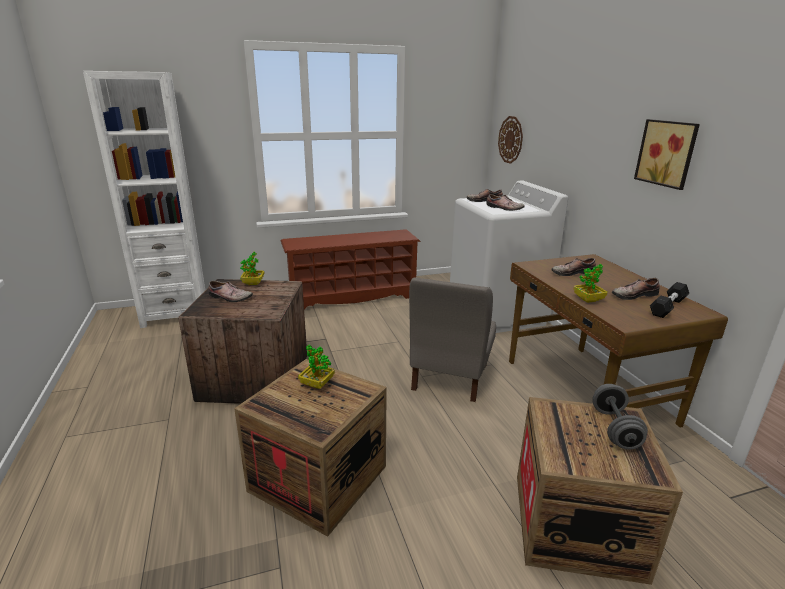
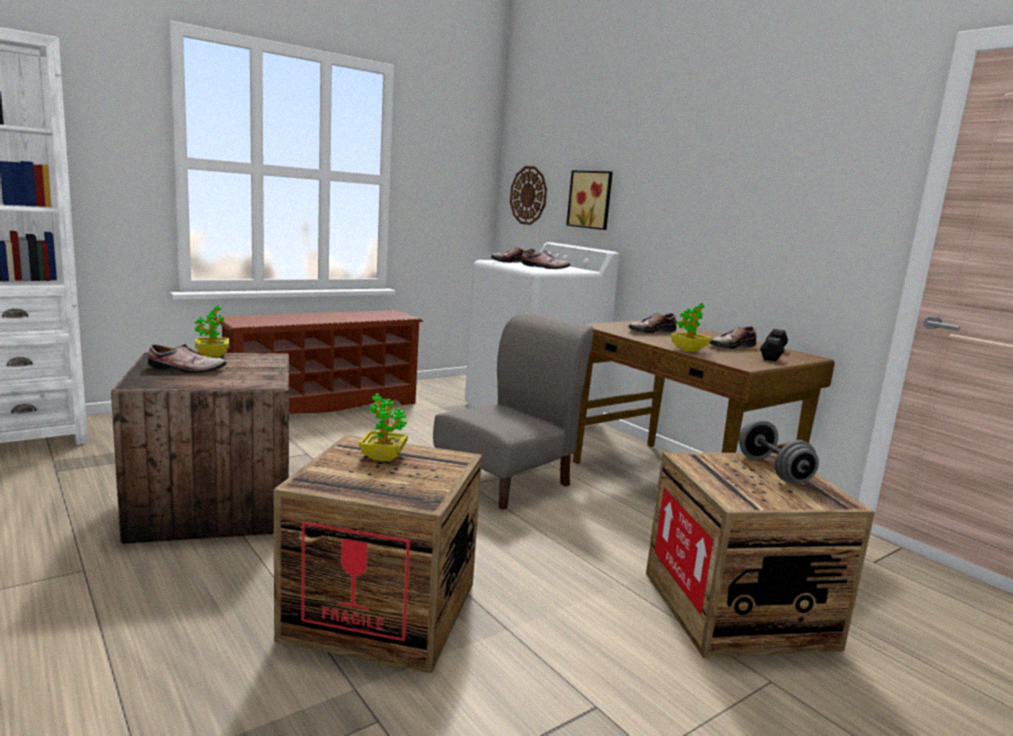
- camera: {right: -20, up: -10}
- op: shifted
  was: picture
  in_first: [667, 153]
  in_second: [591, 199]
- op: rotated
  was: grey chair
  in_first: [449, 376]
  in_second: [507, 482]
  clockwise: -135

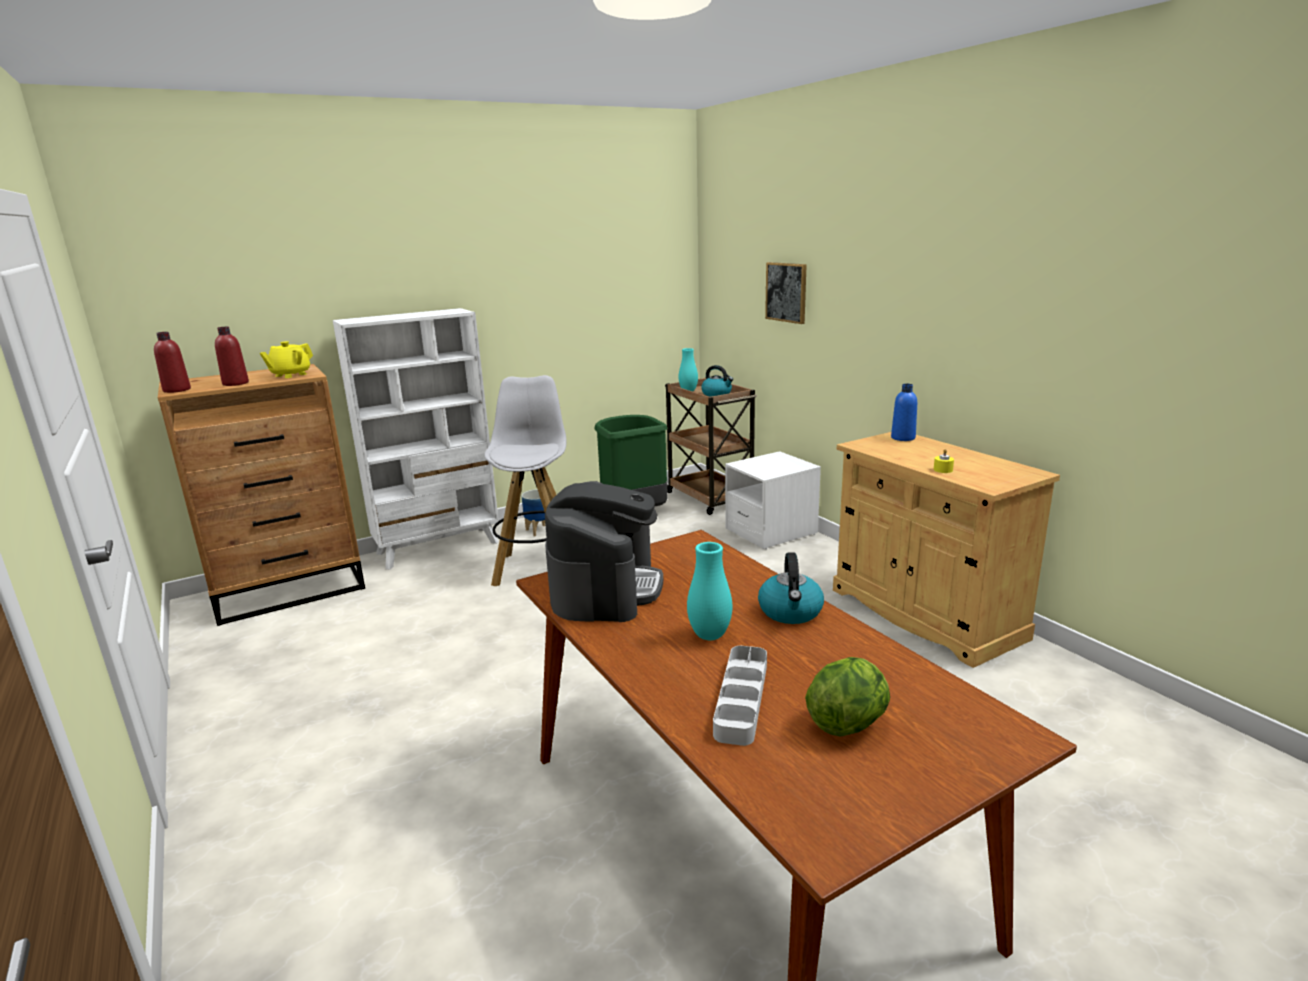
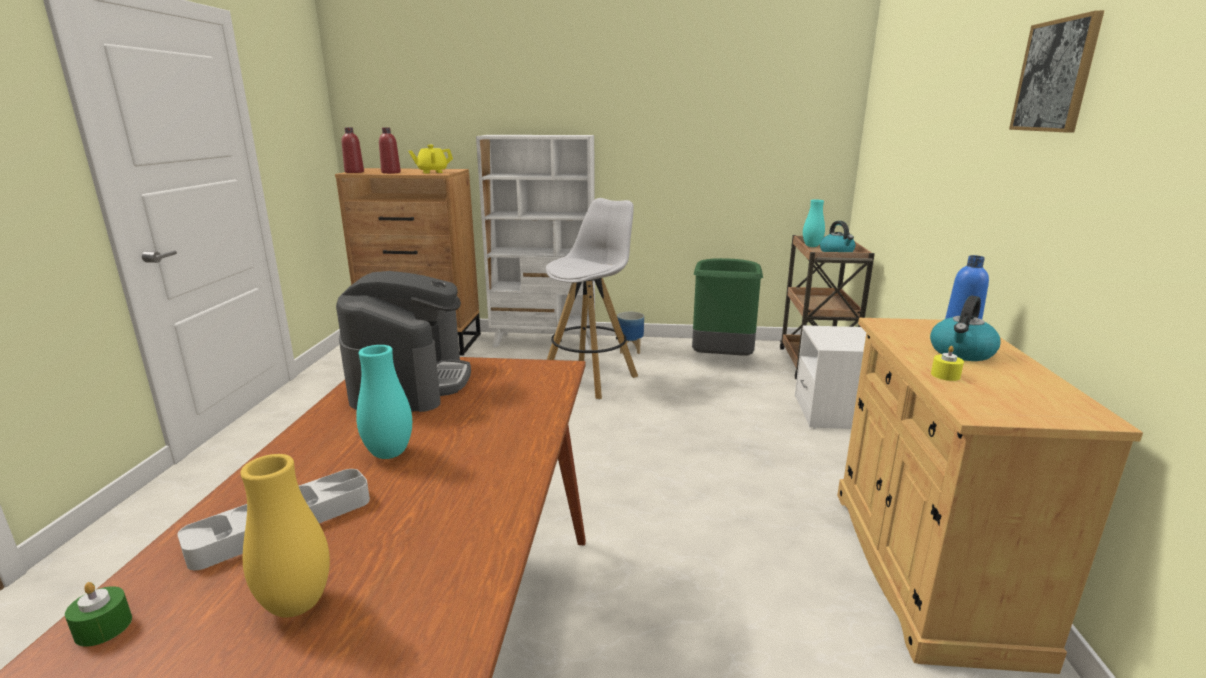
- camera: {right: 35, up: 0}
- op: new
  now: green candle
  in_second: [103, 627]
- op: shifted
  was: kettle
  in_first: [791, 612]
  in_second: [961, 353]
- op: shifted
  was: picture
  in_first: [786, 292]
  in_second: [1055, 76]
- op: swapped
  was: lettuce
  now: yellow vase
  in_first: [848, 723]
  in_second: [297, 605]
- op: rotated
  was: coffee machine
  in_first: [605, 588]
  in_second: [410, 382]
  clockwise: -45

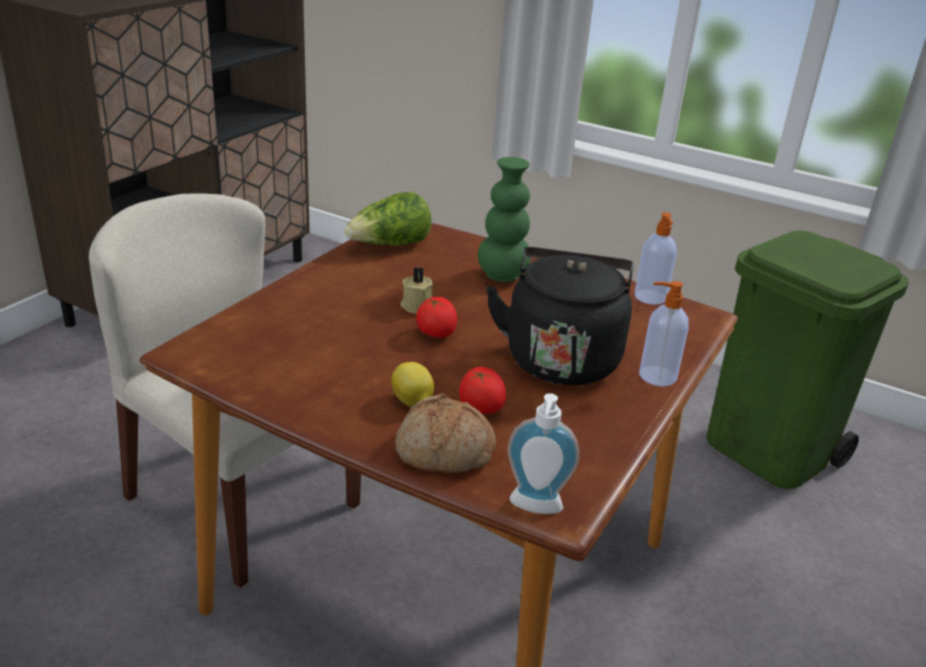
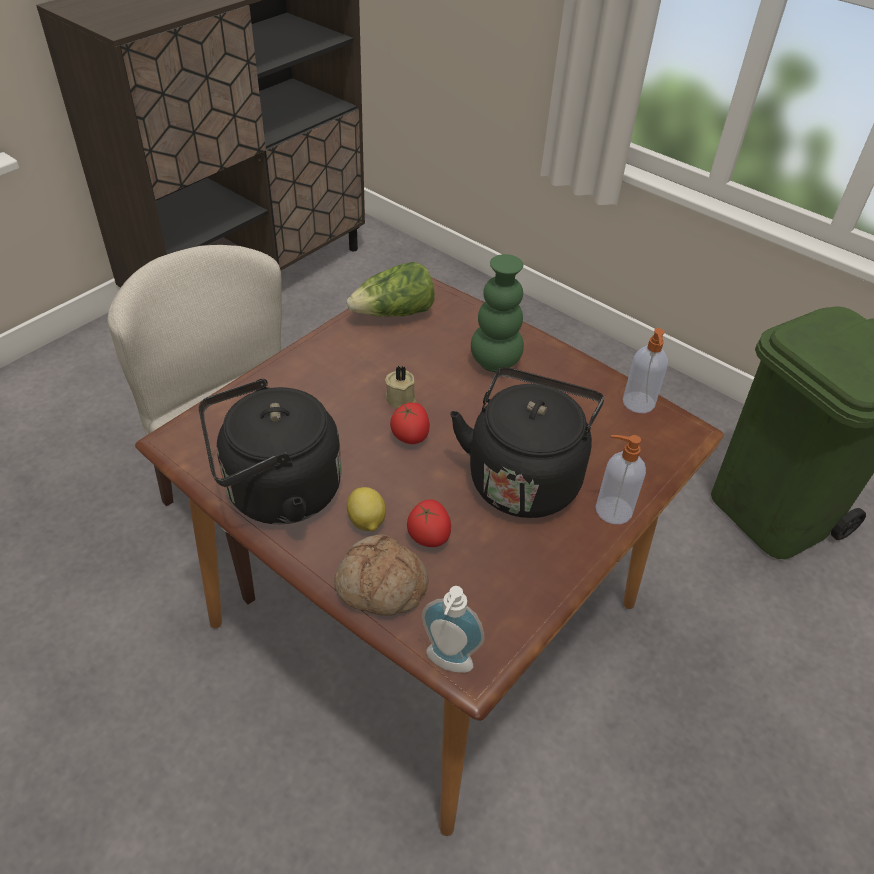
- camera: {right: 10, up: 15}
- op: new
  now: black kettle
  in_second: [276, 493]

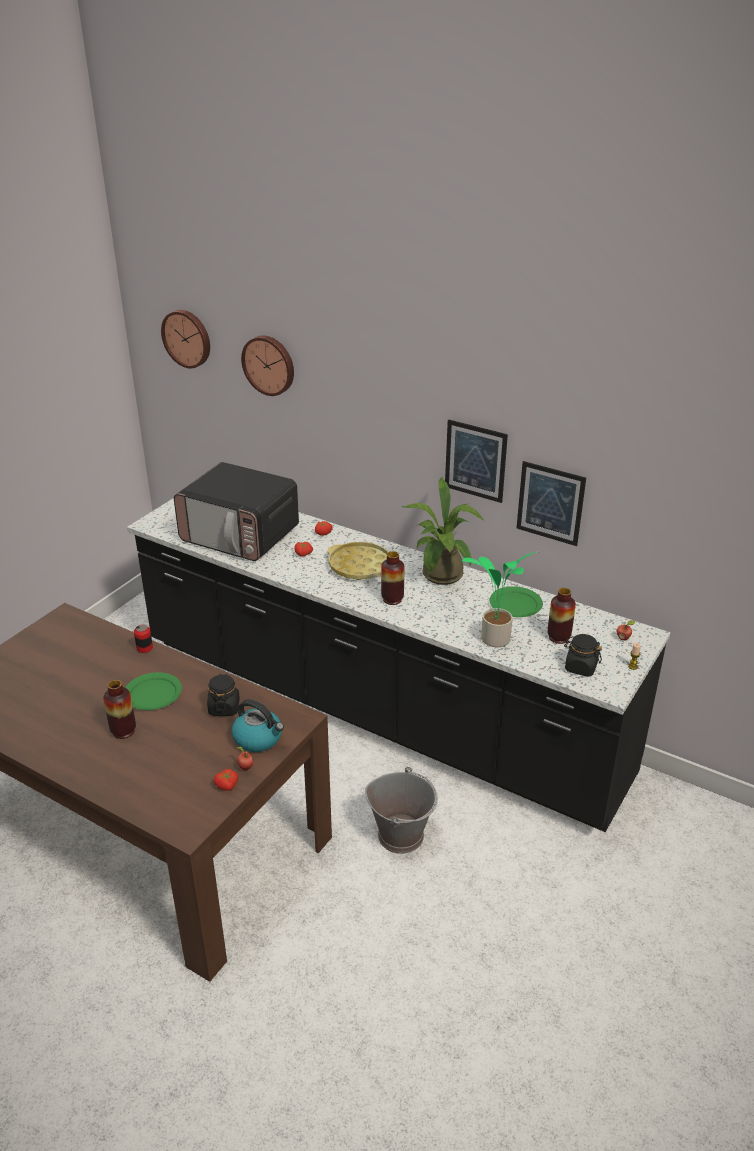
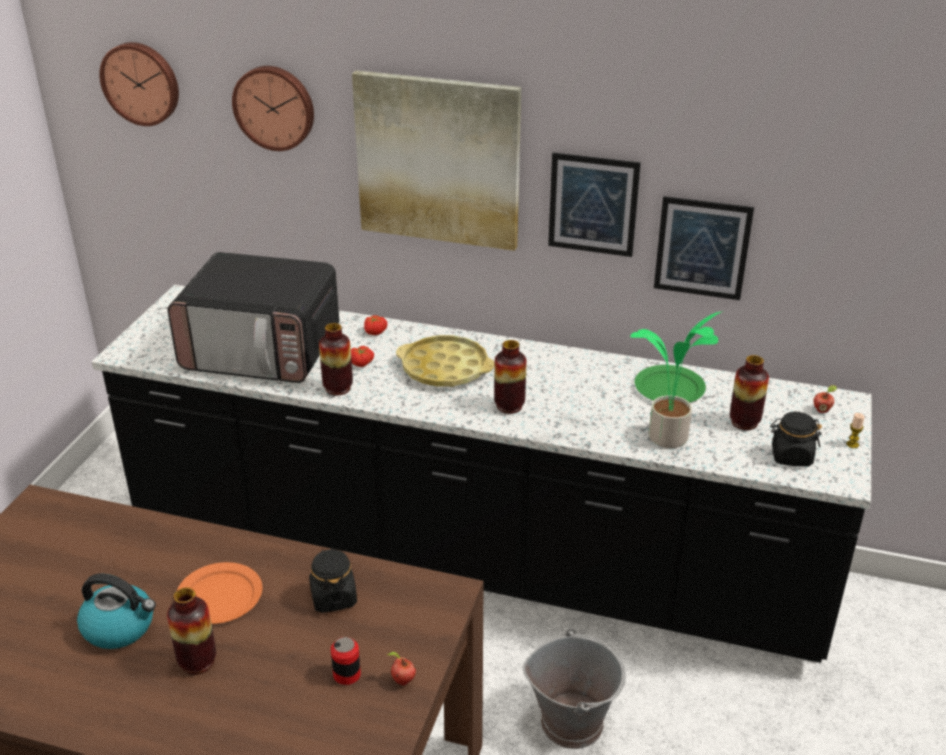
- camera: {right: -15, up: 0}
- op: gone
  was: tomato
  in_first: [227, 786]
- op: gone
  was: potted plant
  in_first: [441, 578]
- op: new
  now: vase
  in_second: [338, 388]
- op: new
  now: picture
  in_second: [438, 160]
- op: shifted
  was: can
  in_first: [144, 648]
  in_second: [347, 675]
- op: shifted
  was: kettle
  in_first: [259, 738]
  in_second: [120, 627]
- op: repainted
  was: green plate
  now: orange plate
  in_first: [153, 694]
  in_second: [220, 597]

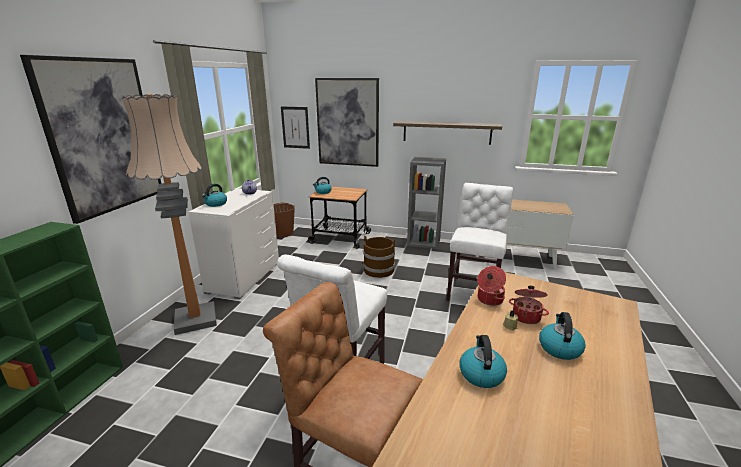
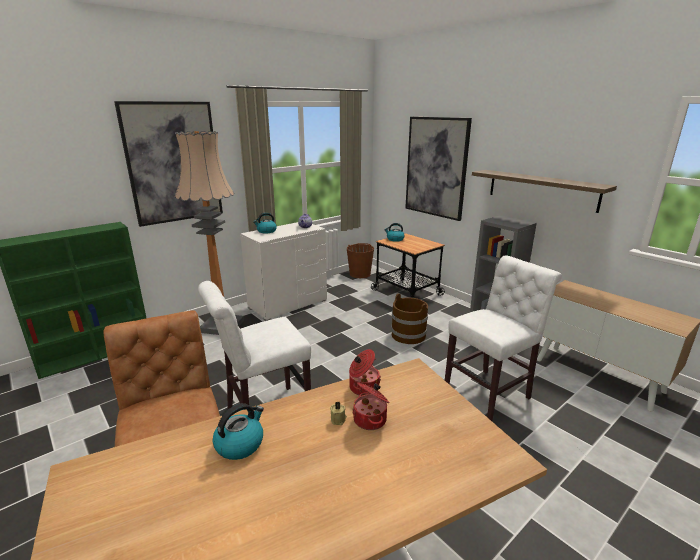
- camera: {right: 35, up: 0}
- op: gone
  was: picture
  in_first: [295, 127]
- op: gone
  was: kettle
  in_first: [559, 348]

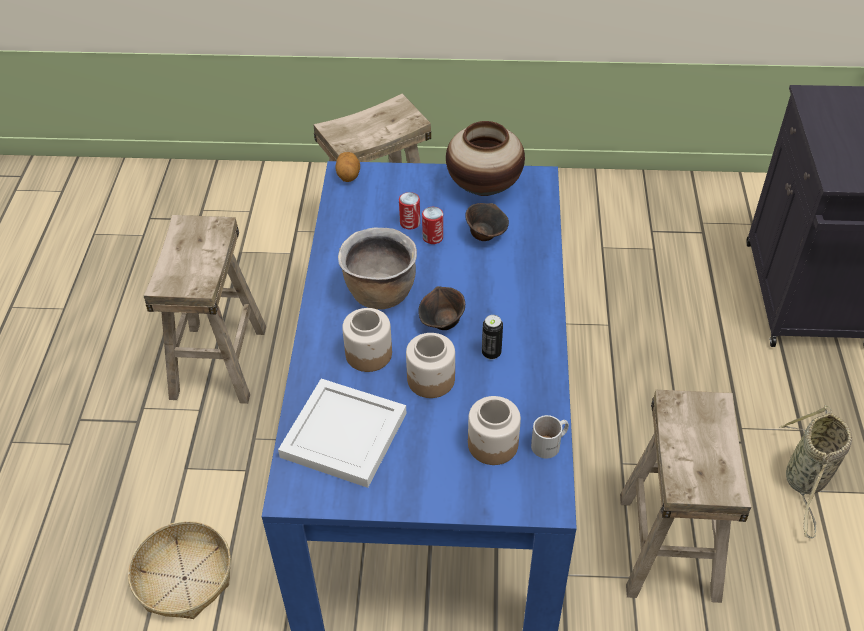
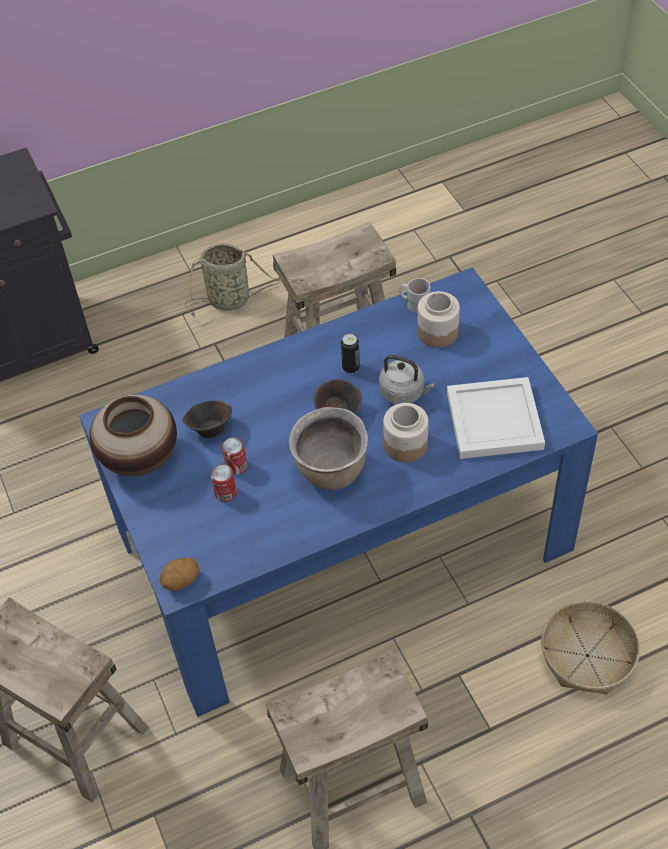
- camera: {right: -115, up: 5}
- op: swapped
  was: jar
  now: grey kettle
  in_first: [431, 380]
  in_second: [404, 393]

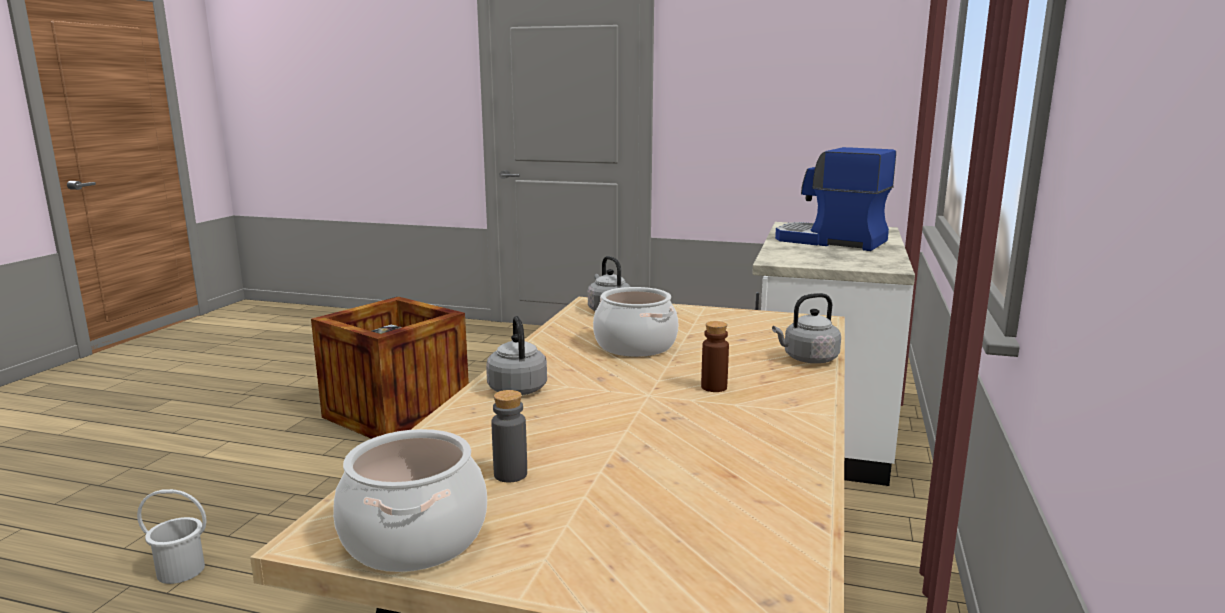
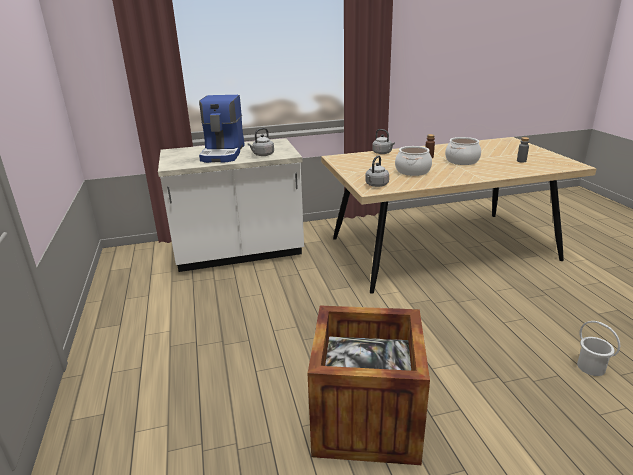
- camera: {right: -120, up: 10}
- op: shifted
  was: cooking pot
  in_first: [414, 537]
  in_second: [462, 161]
- op: shifted
  was: grey kettle
  in_first: [517, 388]
  in_second: [262, 155]

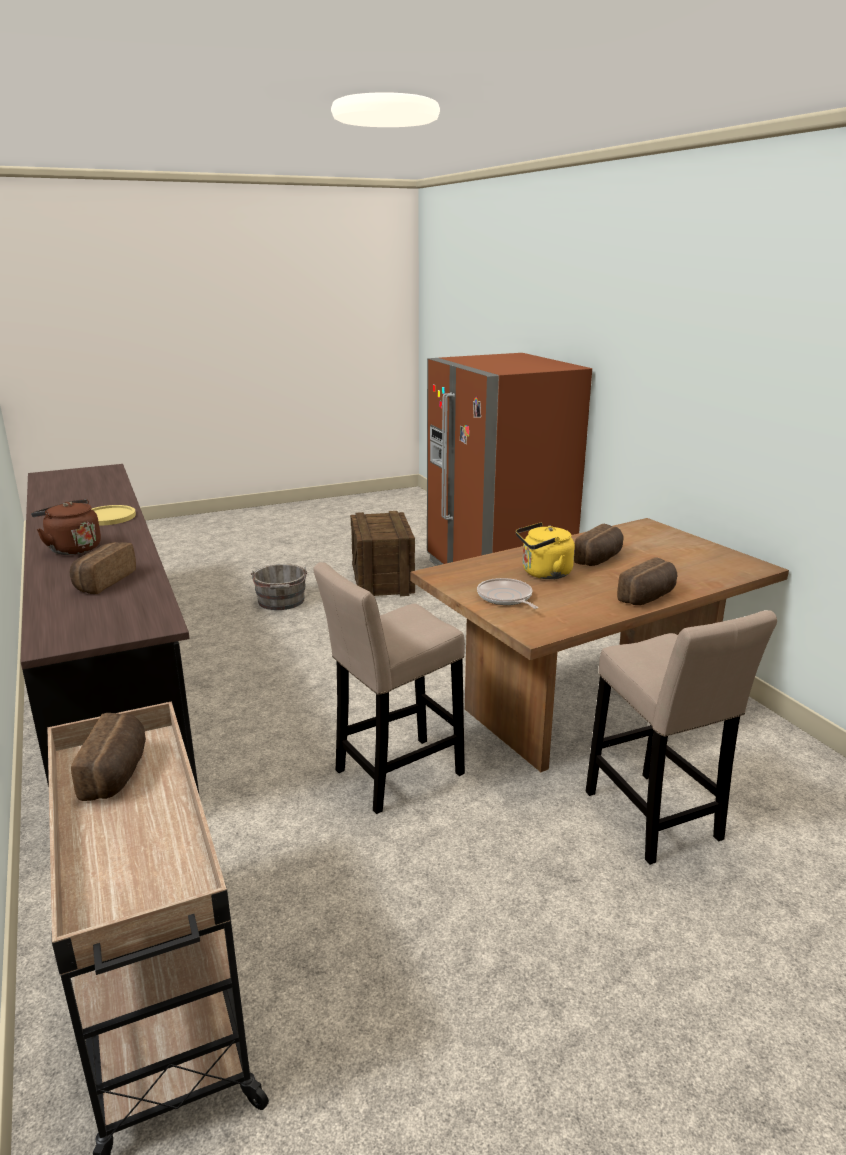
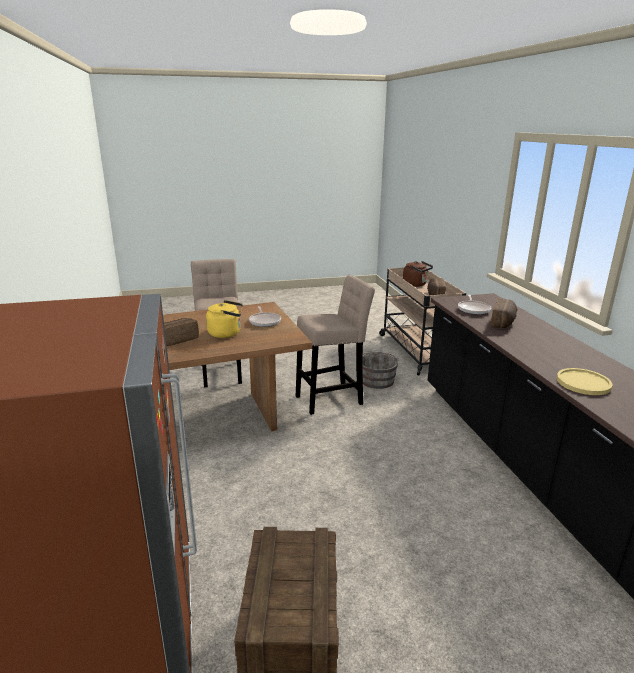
- camera: {right: -170, up: 0}
- op: gone
  was: bread
  in_first: [649, 597]
- op: new
  now: frying pan
  in_second: [473, 309]
- op: shifted
  was: brown kettle
  in_first: [72, 548]
  in_second: [416, 284]
- op: shifted
  was: grey bucket
  in_first: [281, 602]
  in_second: [376, 379]

